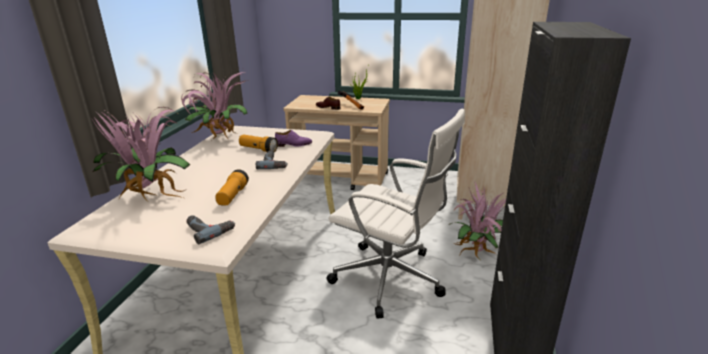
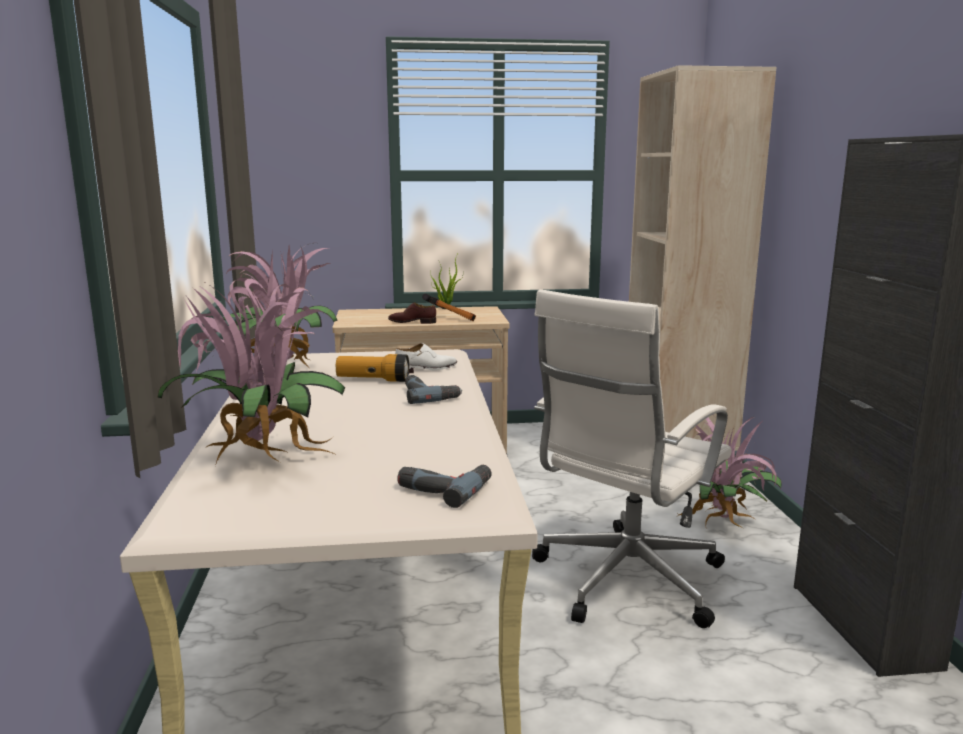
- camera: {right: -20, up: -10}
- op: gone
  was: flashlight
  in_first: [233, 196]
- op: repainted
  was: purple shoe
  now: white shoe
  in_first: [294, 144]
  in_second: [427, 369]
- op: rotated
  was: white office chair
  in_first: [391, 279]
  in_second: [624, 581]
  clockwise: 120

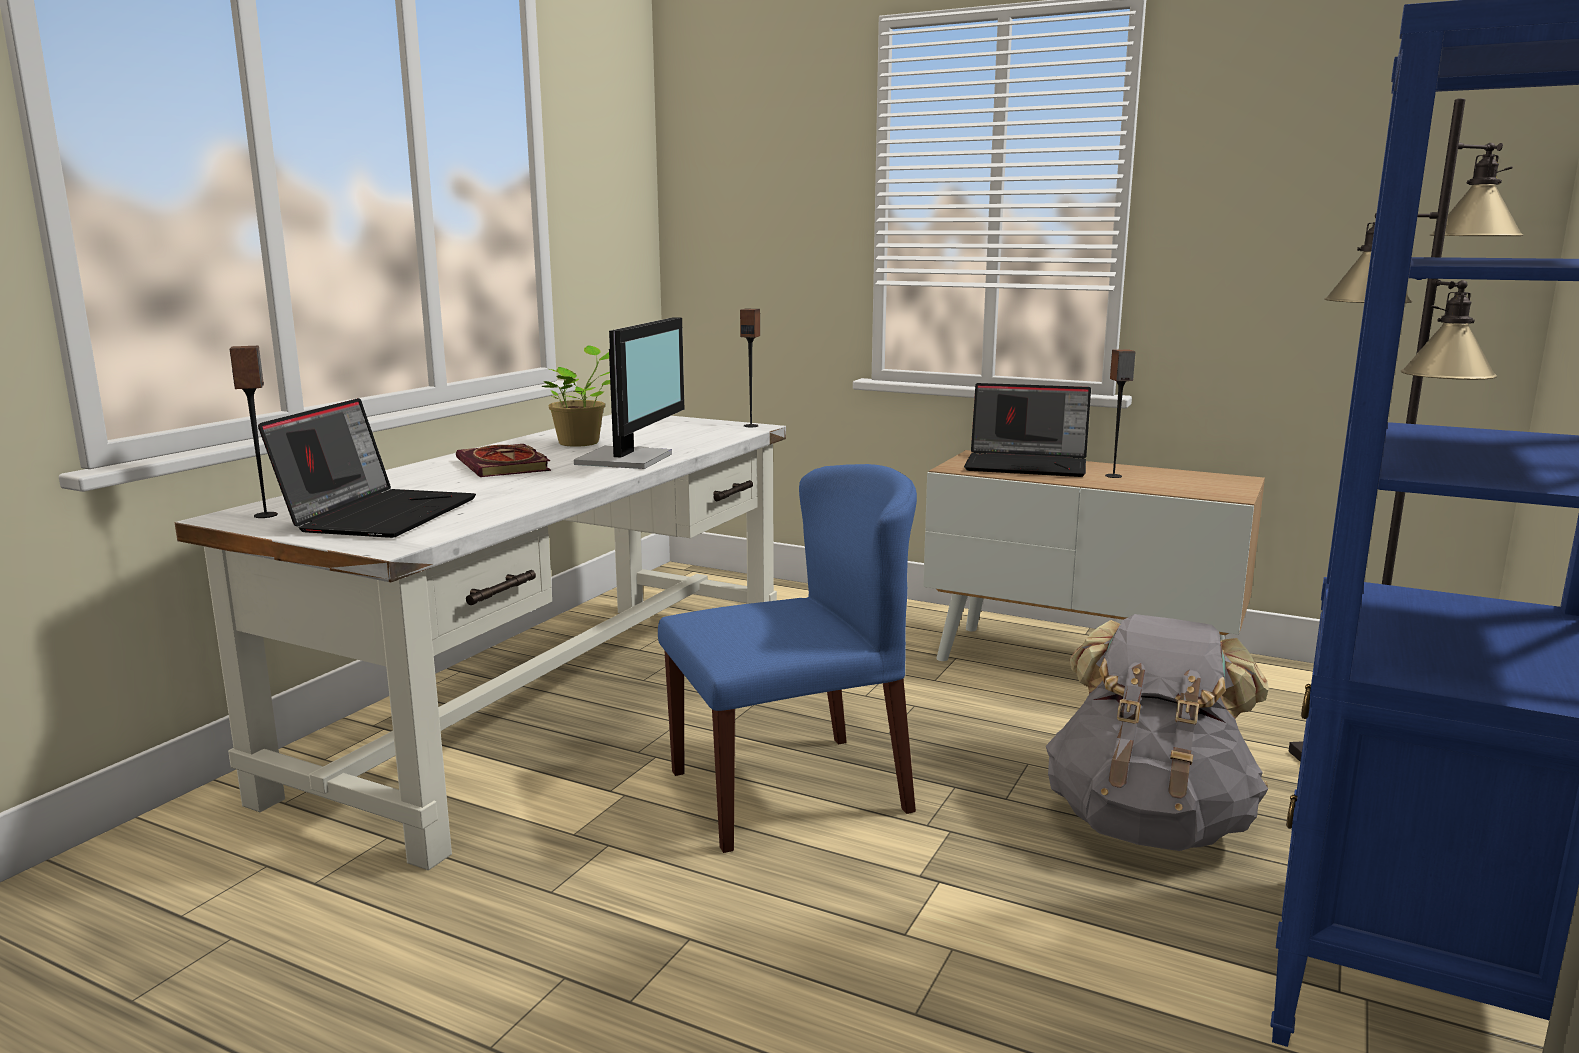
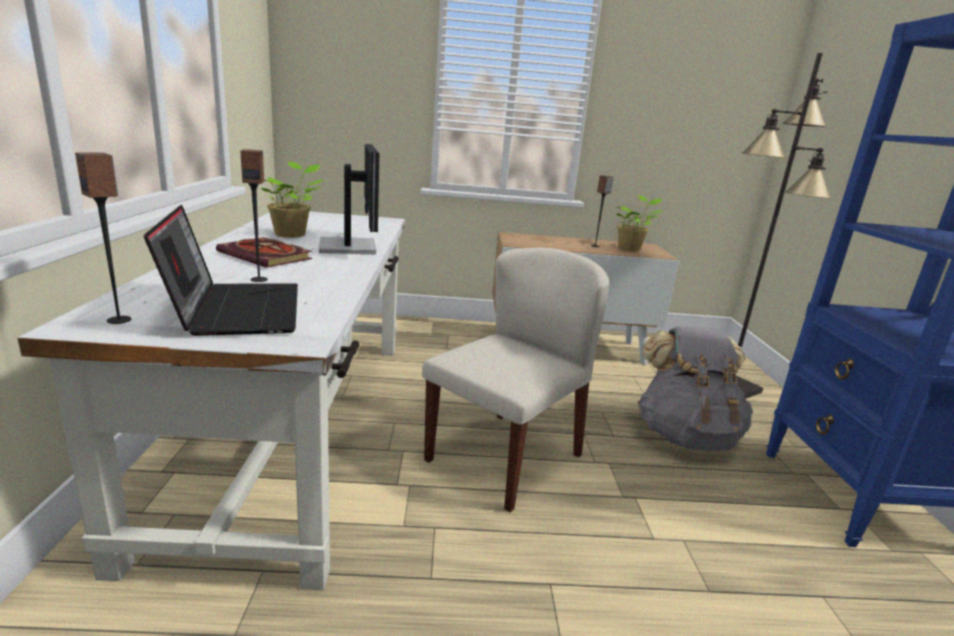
- camera: {right: -30, up: 5}
- op: gone
  was: laptop
  in_first: [1028, 465]
- op: new
  now: potted plant
  in_second: [630, 248]
- op: shifted
  was: speaker
  in_first: [751, 426]
  in_second: [259, 279]
- op: repainted
  was: blue chair
  now: beige chair
  in_first: [790, 790]
  in_second: [505, 456]

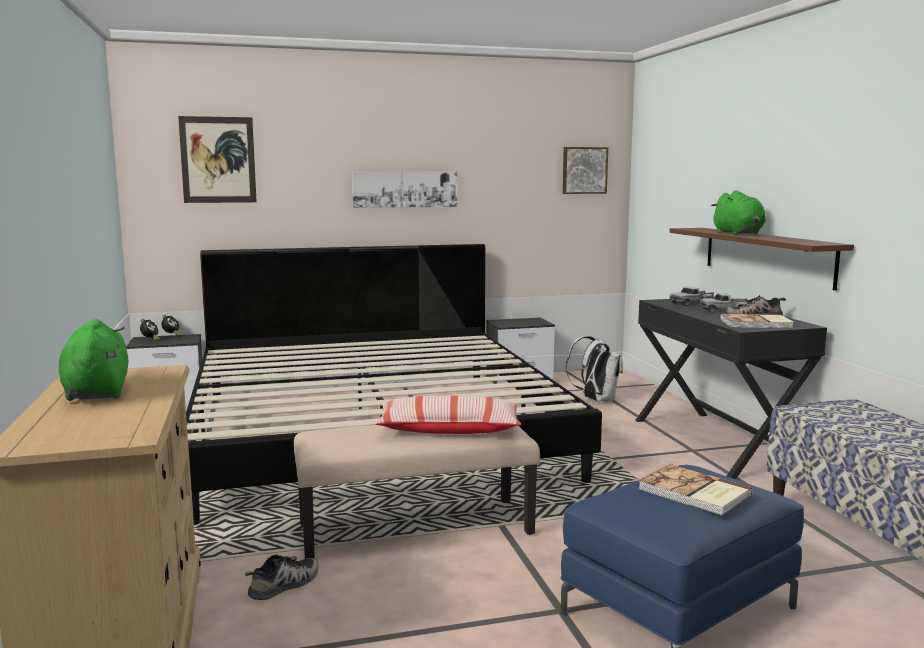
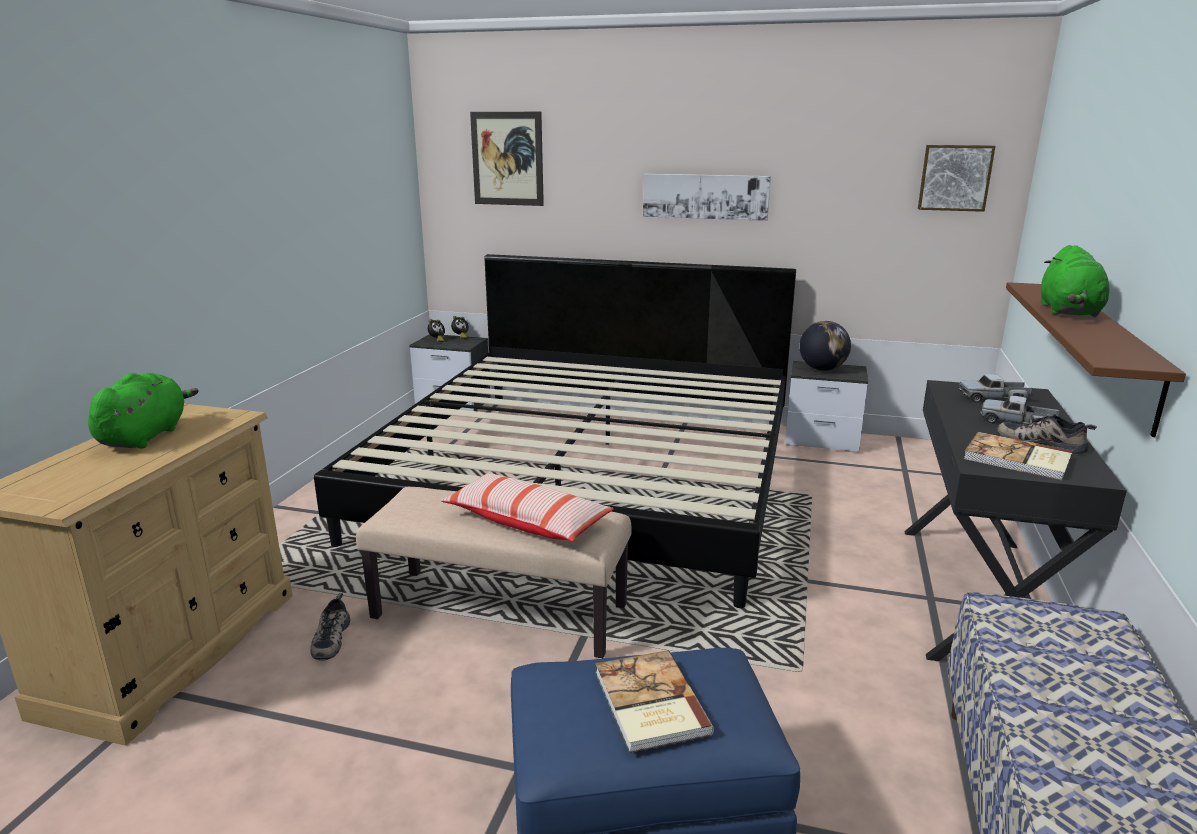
- camera: {right: 30, up: 10}
- op: gone
  was: white backpack
  in_first: [595, 400]
- op: new
  now: globe
  in_second: [822, 369]
- op: rotated
  was: shoe
  in_first: [284, 585]
  in_second: [330, 638]
  clockwise: 105

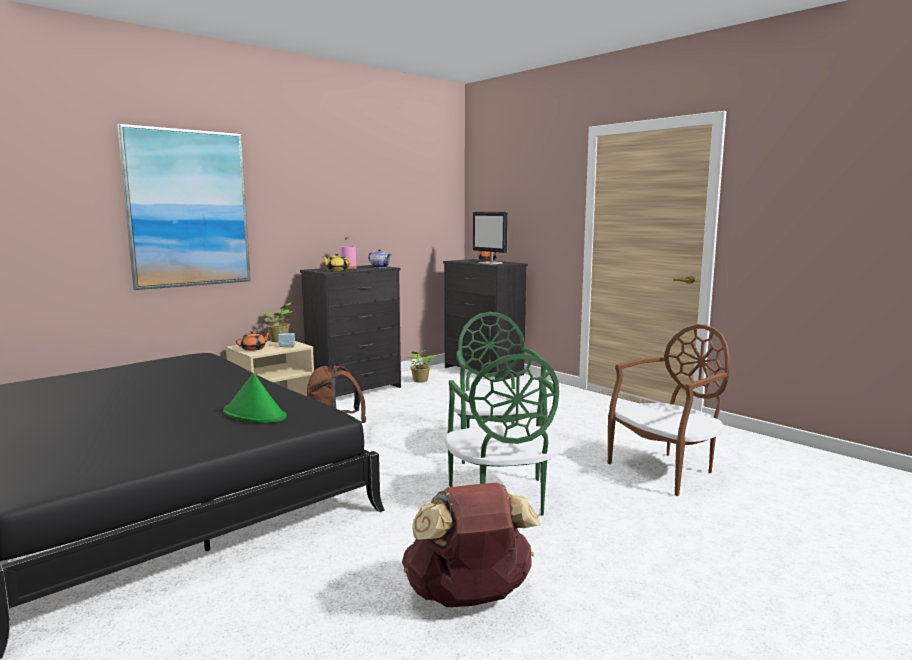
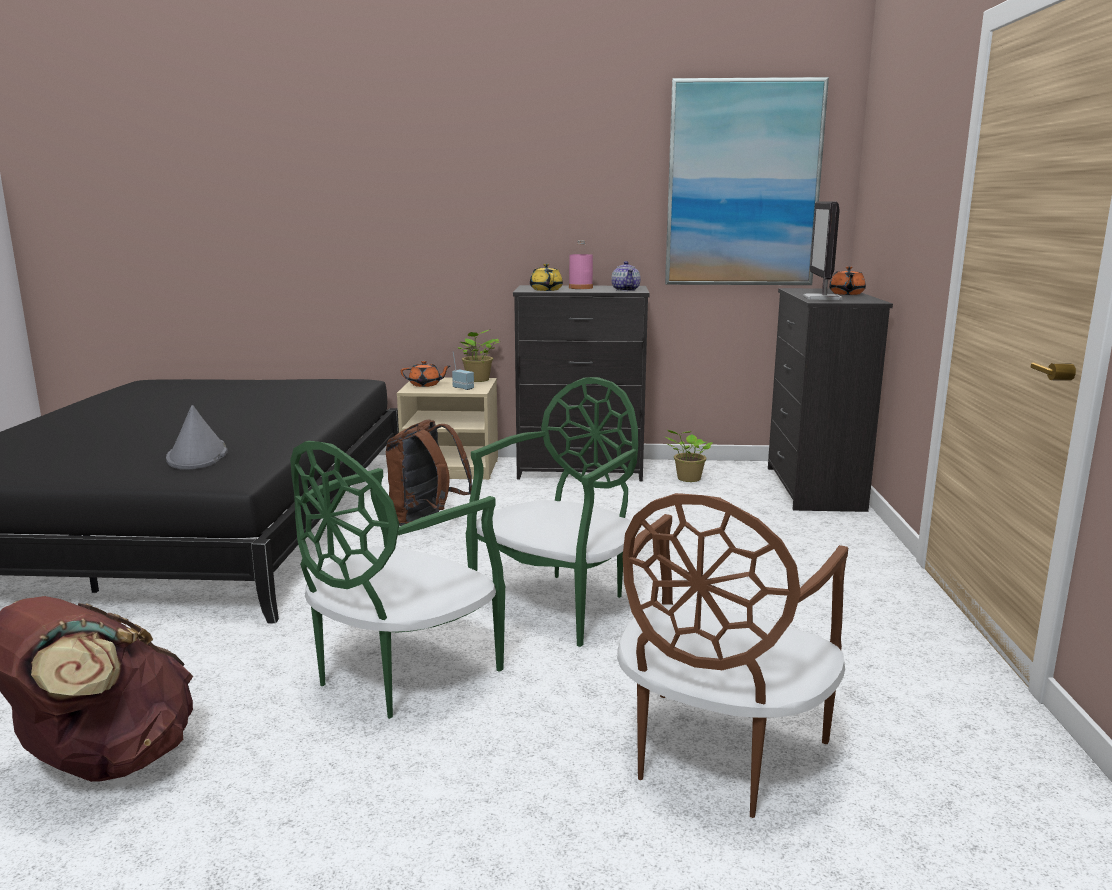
- camera: {right: 45, up: 5}
- op: shifted
  was: picture
  in_first: [188, 209]
  in_second: [743, 184]
- op: repainted
  was: green hat
  now: grey hat
  in_first: [255, 414]
  in_second: [197, 456]
- op: rotated
  was: brown chair
  in_first: [666, 470]
  in_second: [717, 755]
  clockwise: 105

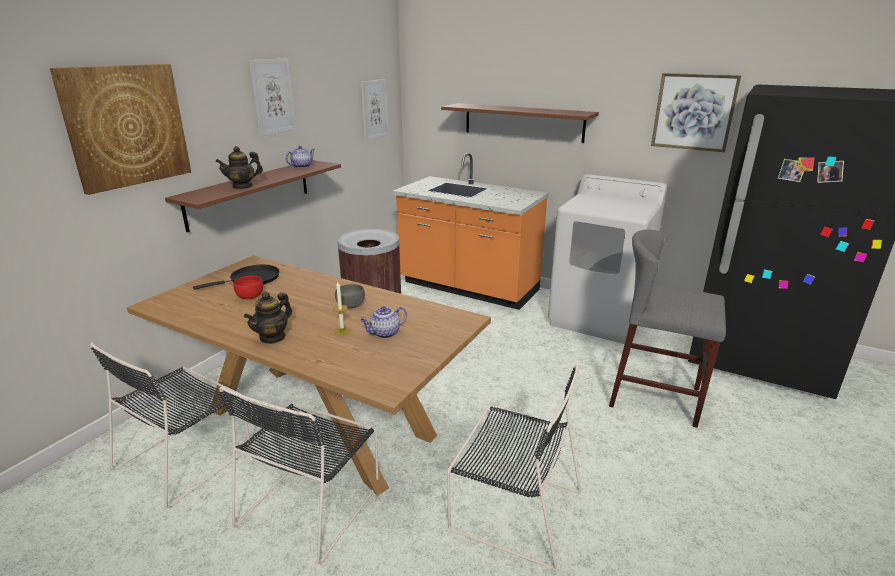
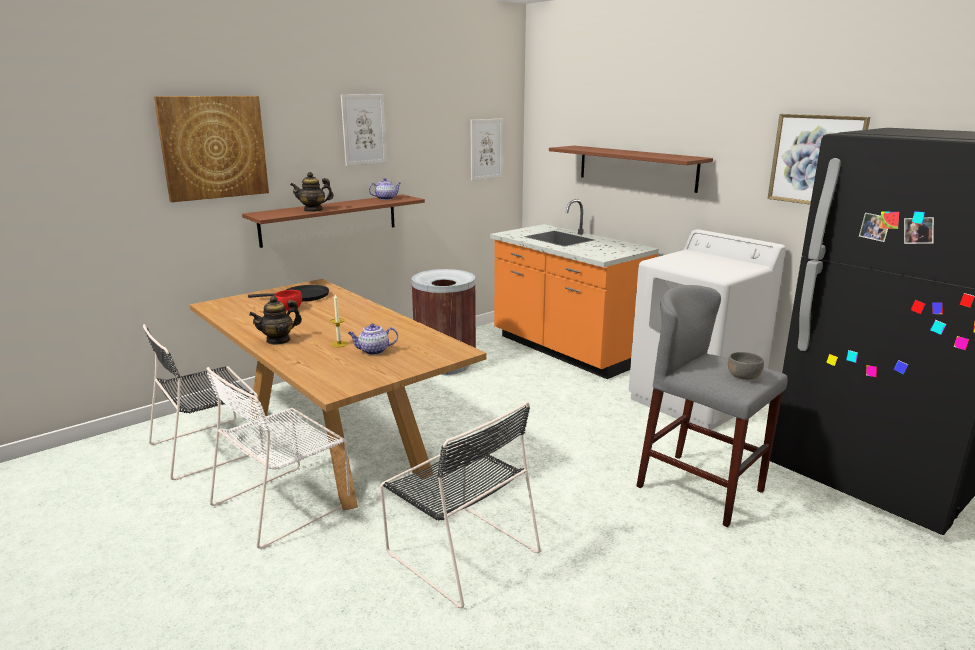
- camera: {right: 20, up: -5}
- op: shifted
  was: grey bowl
  in_first: [350, 305]
  in_second: [743, 376]
- op: repainted
  was: black chair
  now: white chair
  in_first: [312, 502]
  in_second: [285, 502]

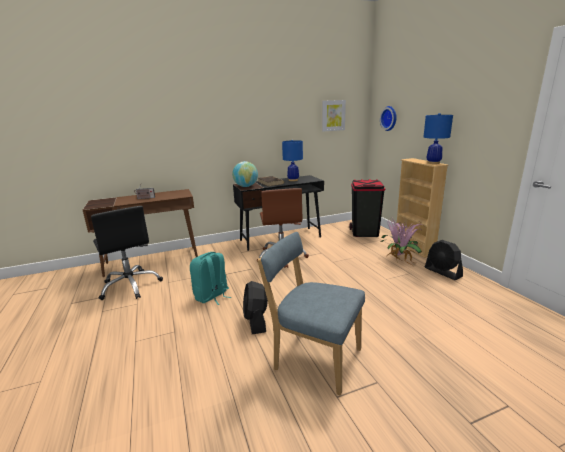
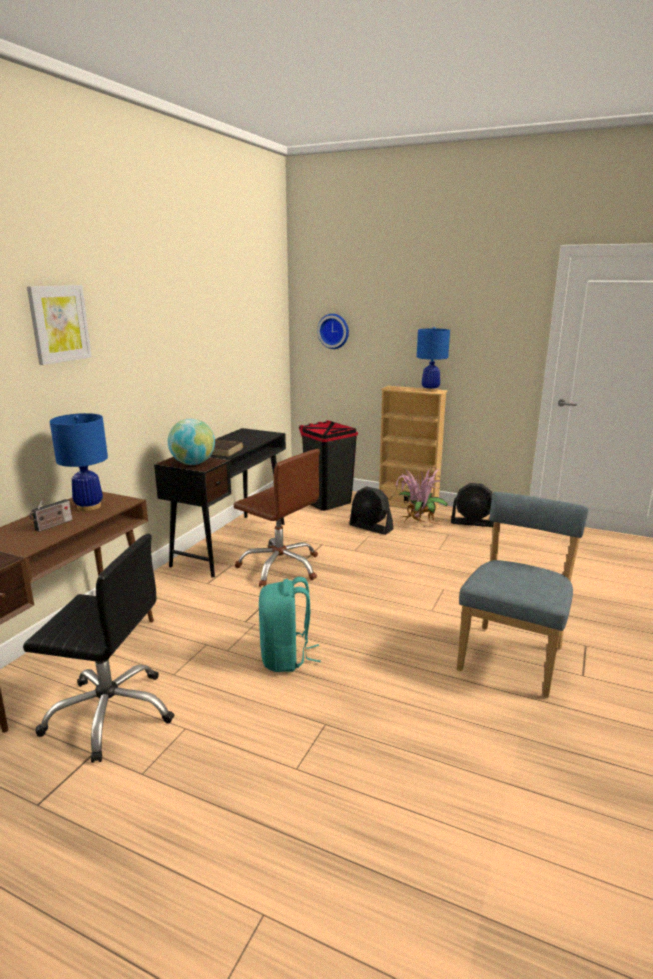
- camera: {right: -45, up: 0}
- op: shifted
  was: black fan
  in_first: [256, 321]
  in_second: [371, 527]
- op: shifted
  was: blue table lamp
  in_first: [293, 180]
  in_second: [89, 506]
- op: shifted
  was: picture
  in_first: [333, 115]
  in_second: [59, 324]
- op: rotated
  was: blue chair
  in_first: [314, 358]
  in_second: [513, 656]
  clockwise: 135

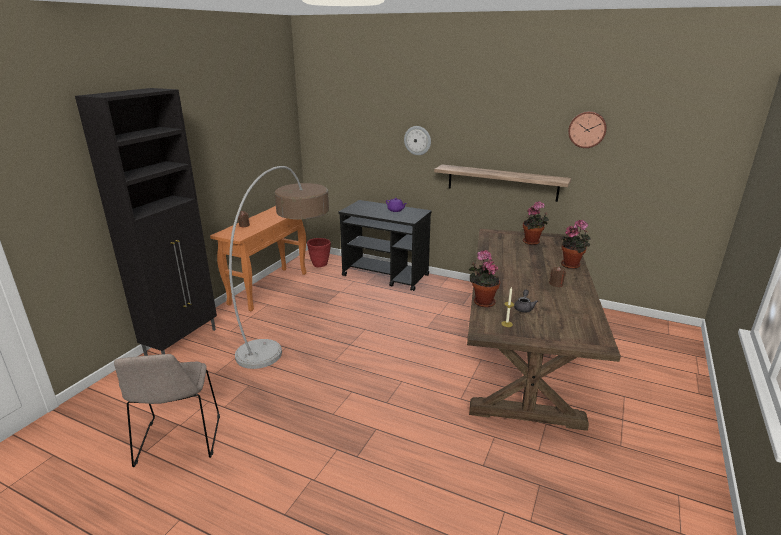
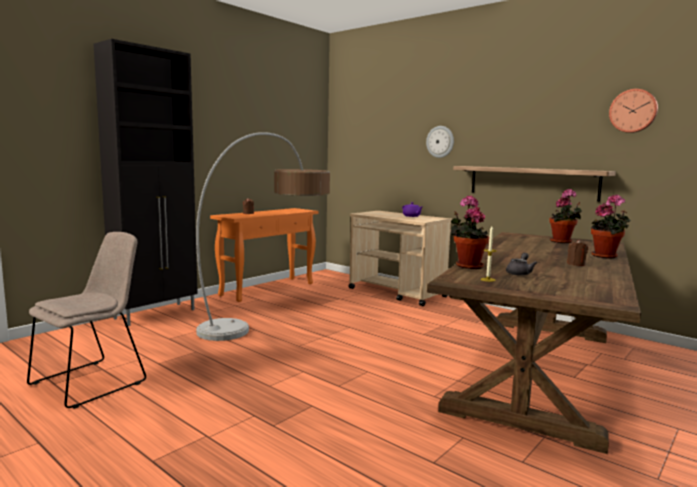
- camera: {right: 15, up: -15}
- op: gone
  was: red planter
  in_first: [320, 265]
- op: repainted
  was: black cart
  now: beige cart
  in_first: [386, 276]
  in_second: [397, 293]
- op: rotated
  was: beige chair
  in_first: [179, 441]
  in_second: [92, 381]
  clockwise: -150

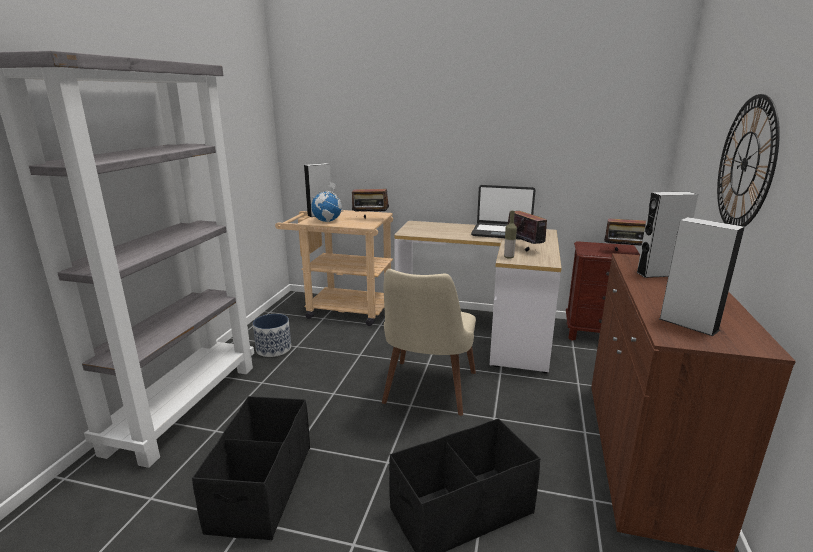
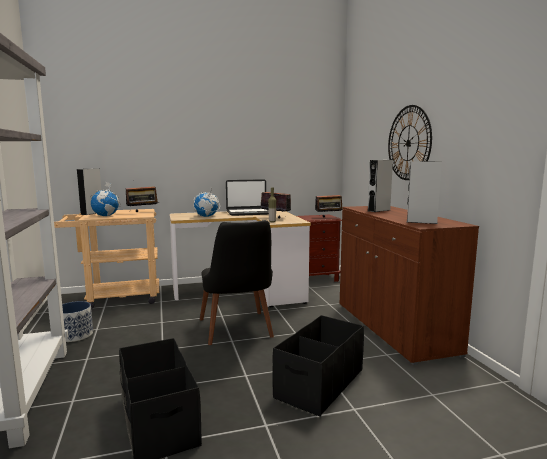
- camera: {right: -30, up: -10}
- op: new
  now: globe
  in_second: [206, 216]
- op: repainted
  was: beige chair
  now: black chair
  in_first: [427, 394]
  in_second: [238, 332]

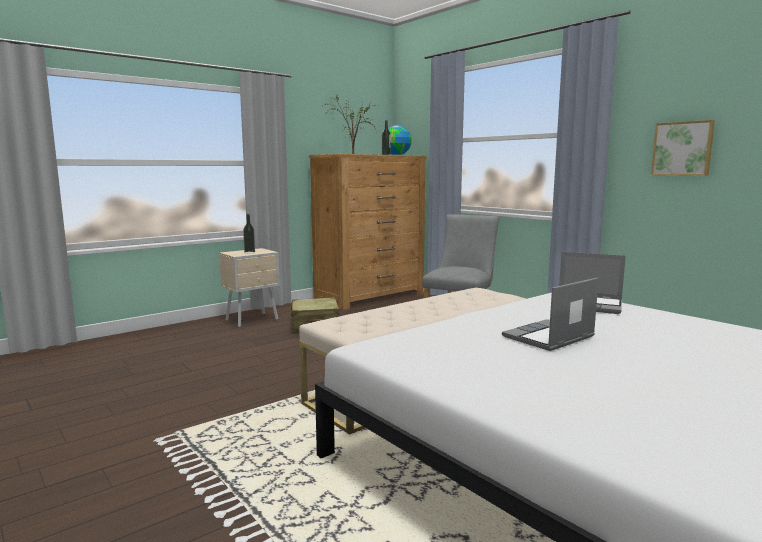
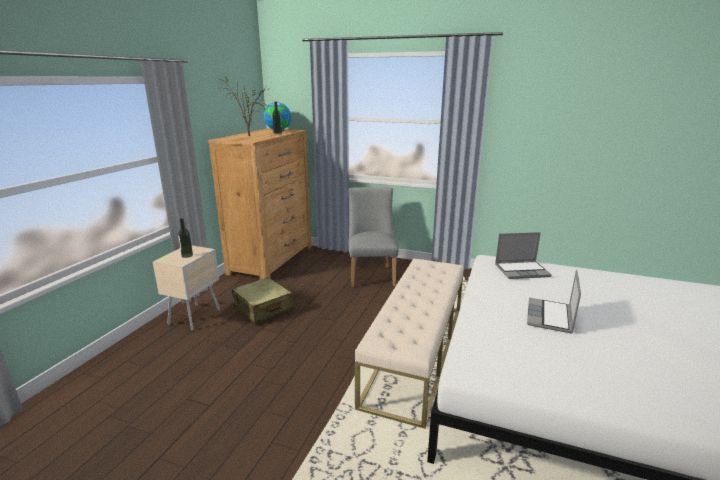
- camera: {right: -30, up: 10}
- op: gone
  was: picture
  in_first: [682, 148]

